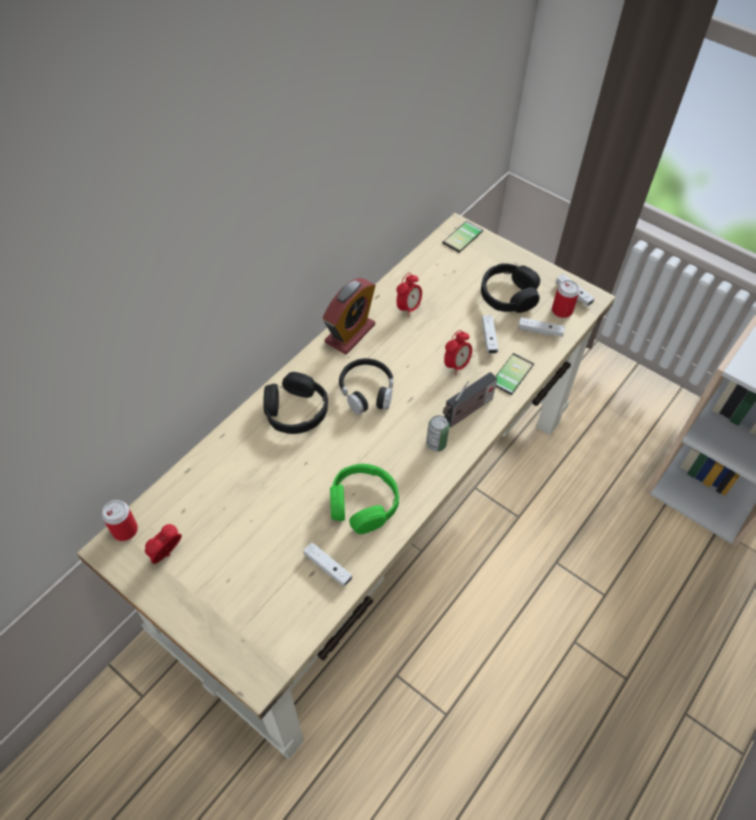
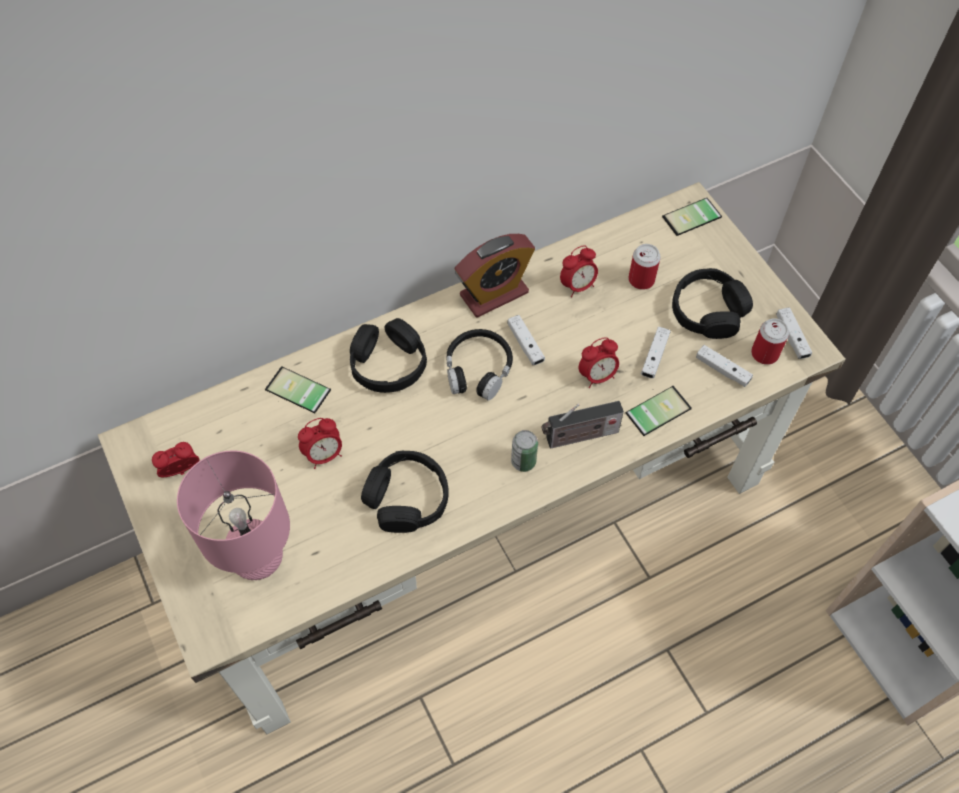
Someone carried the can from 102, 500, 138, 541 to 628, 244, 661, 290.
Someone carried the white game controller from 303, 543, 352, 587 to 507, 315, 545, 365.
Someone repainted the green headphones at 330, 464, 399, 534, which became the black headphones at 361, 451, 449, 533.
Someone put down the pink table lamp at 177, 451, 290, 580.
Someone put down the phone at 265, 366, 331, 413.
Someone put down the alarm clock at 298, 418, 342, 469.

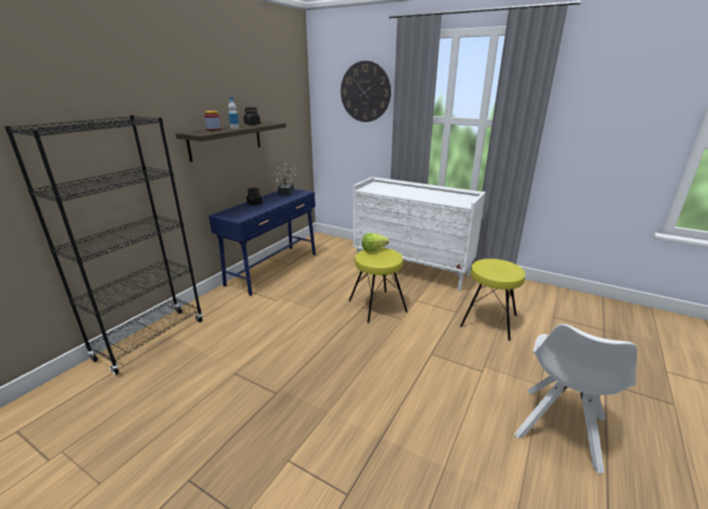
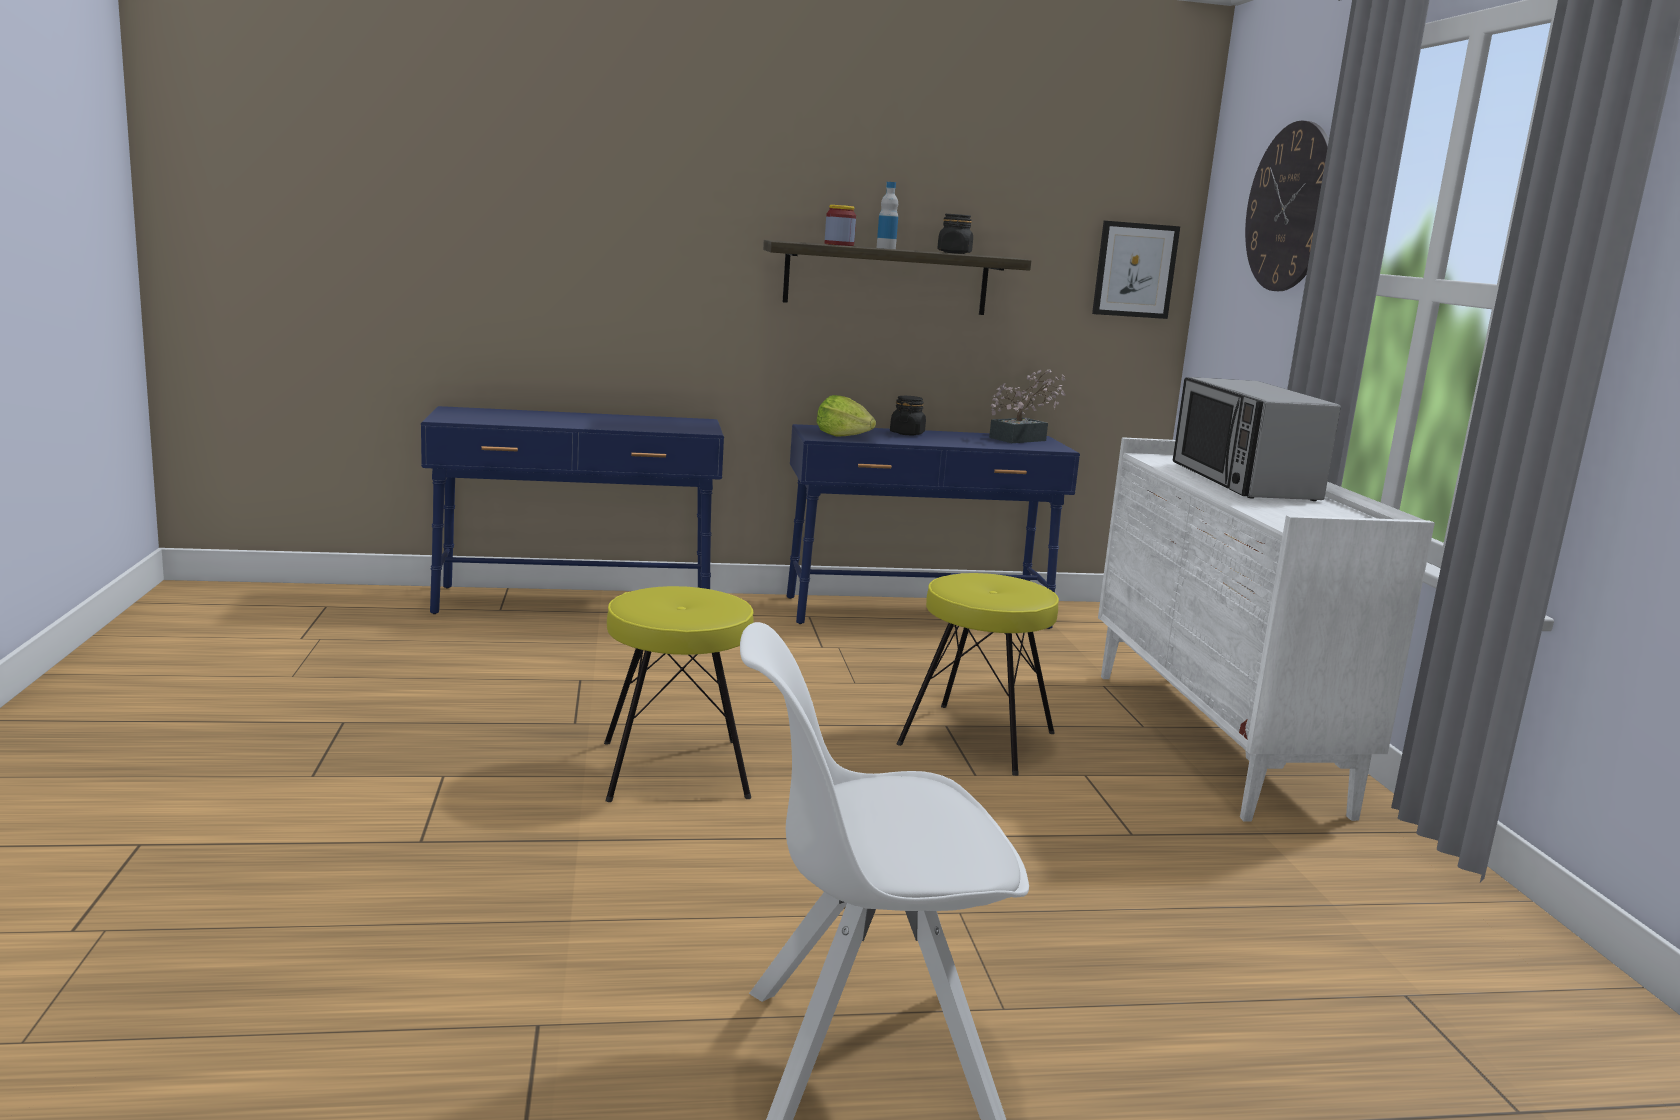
Someone swapped the black bookcase at 4, 115, 203, 375 for the blue console table at 421, 406, 724, 614.
Someone carried the lettuce from 362, 233, 389, 252 to 816, 395, 876, 437.
Someone carried the yellow stool from 460, 259, 525, 341 to 604, 586, 754, 802.
Someone put up the picture at 1092, 221, 1180, 319.
Someone put down the microwave at 1173, 377, 1341, 501.

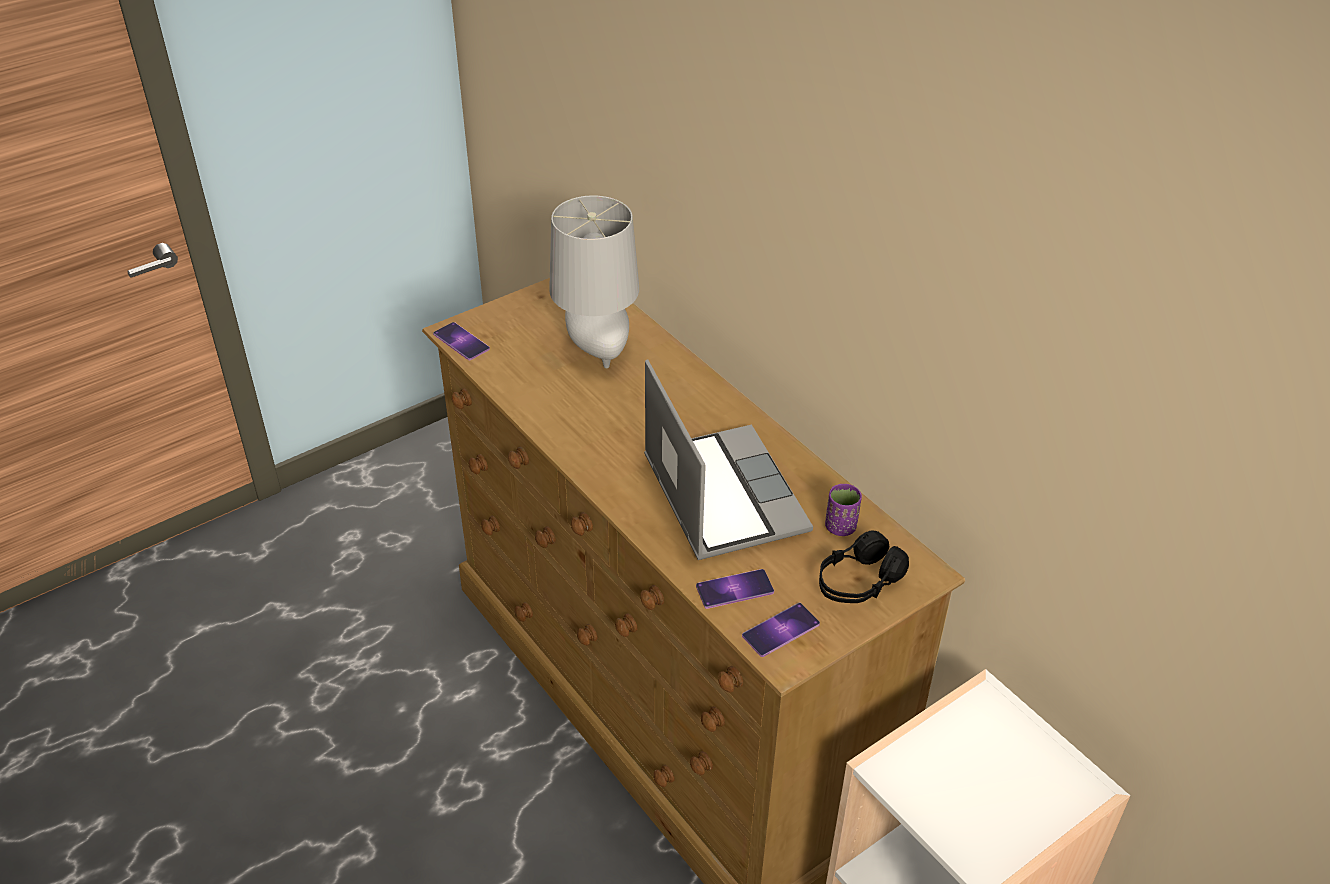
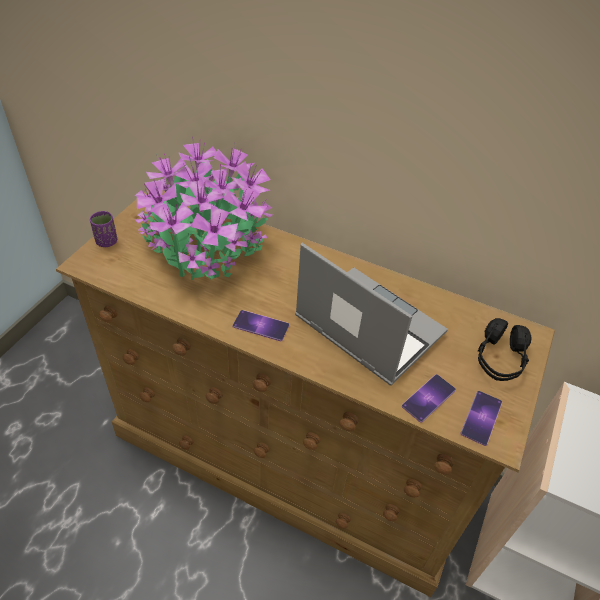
Someone carried the phone from 433, 322, 490, 360 to 233, 310, 289, 341.
Someone swapped the grey table lamp at 549, 195, 639, 368 for the potted plant at 135, 136, 273, 280.
Someone carried the purple cup from 825, 484, 862, 536 to 90, 211, 117, 247.

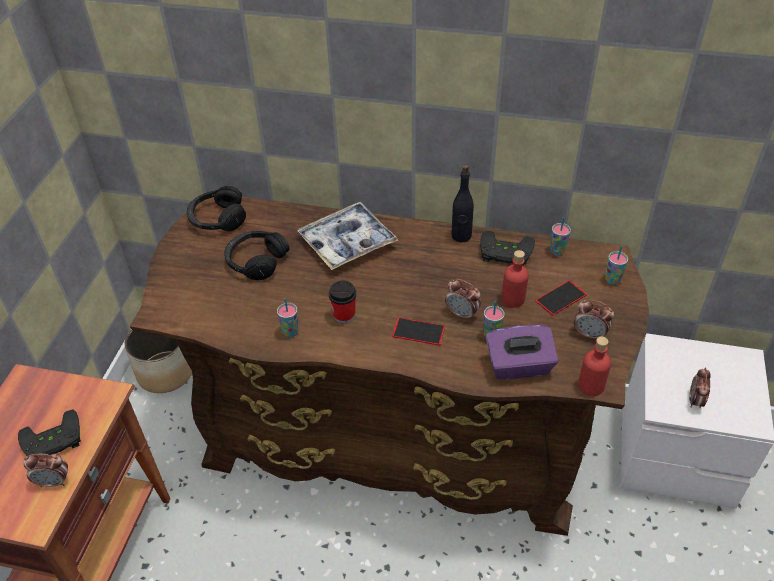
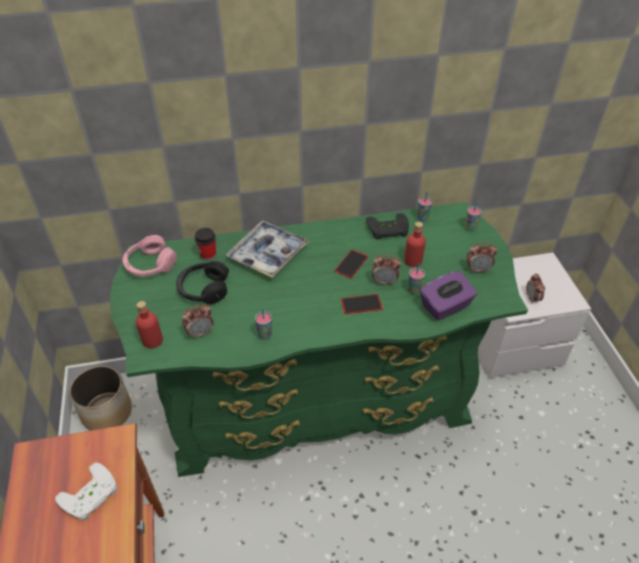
Someone repainted the black game controller at 18, 410, 81, 456, which became the white game controller at 55, 463, 118, 521.
Someone carried the alarm clock from 23, 454, 68, 487 to 182, 305, 213, 339.
Someone repainted the brown dresser at 130, 197, 649, 536, which became the green dresser at 110, 202, 528, 477.
Someone repainted the black headphones at 187, 186, 246, 231, which became the pink headphones at 122, 235, 177, 276.
Someone carried the cup from 329, 280, 357, 324 to 195, 228, 216, 261.
Someone took away the black bottle at 451, 164, 474, 242.
Someone carried the phone from 536, 280, 587, 316 to 334, 250, 368, 278.
Someone carried the red bottle from 578, 336, 611, 396 to 136, 301, 163, 349.

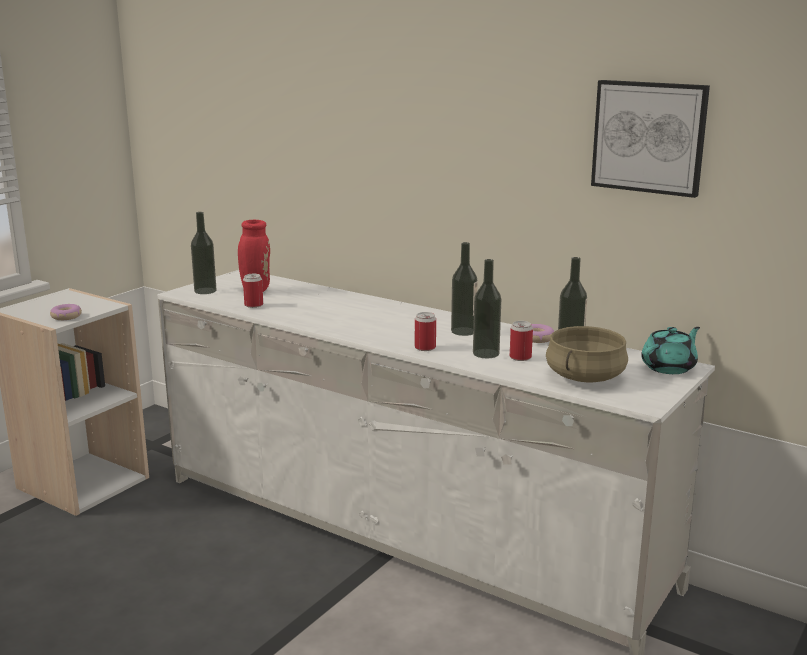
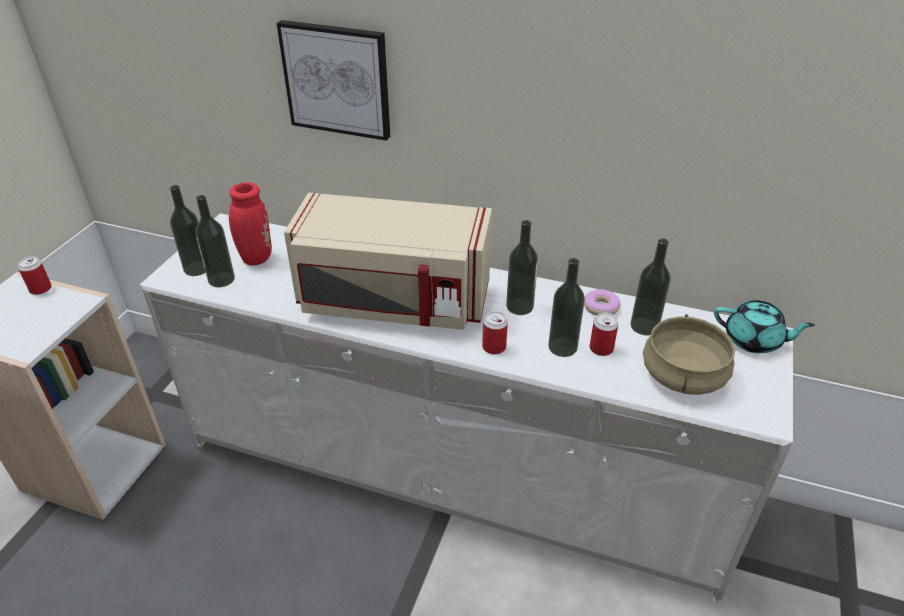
Someone took away the donut at 50, 304, 82, 320.
Someone carried the can from 243, 274, 263, 308 to 18, 256, 52, 295.
Someone carried the picture from 591, 80, 710, 198 to 277, 20, 390, 141.
Someone rotated the turquoise teapot at 641, 327, 700, 374 by 75 degrees clockwise.
Someone put down the bottle at 196, 195, 235, 287.
Someone put down the beige microwave at 284, 193, 492, 330.

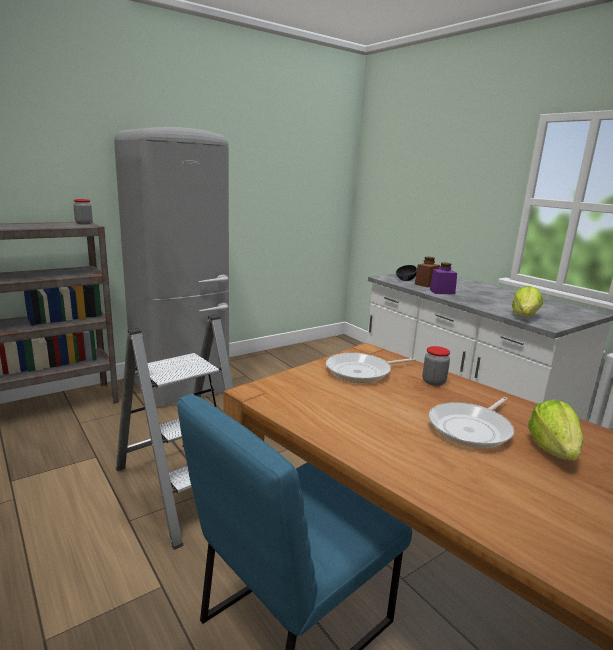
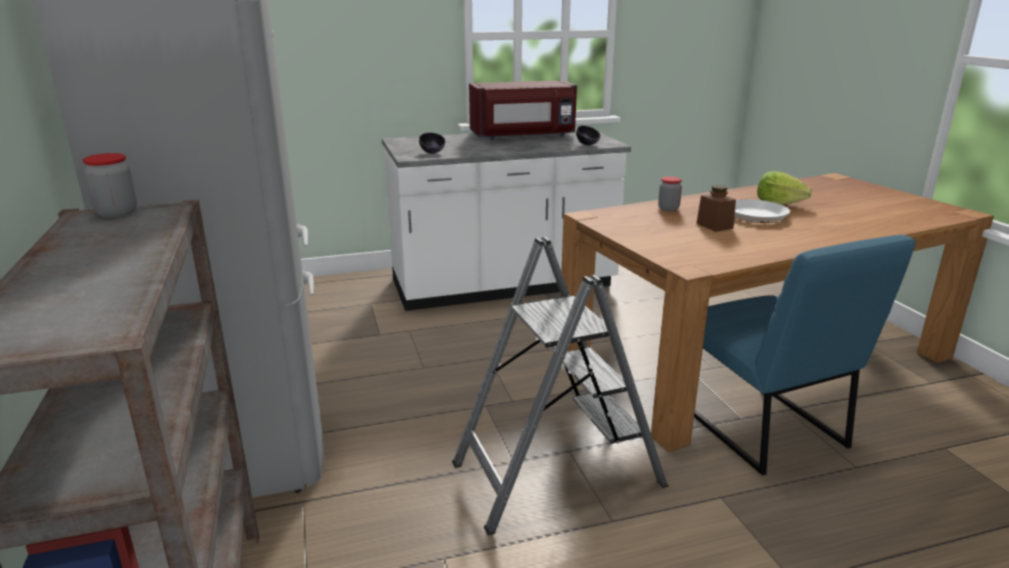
Someone took away the frying pan at 326, 353, 416, 383.
Someone carried the brown jar from 415, 257, 440, 287 to 696, 185, 736, 232.
Someone took away the purple jar at 430, 262, 457, 295.
Someone swapped the lettuce at 512, 286, 543, 317 for the black bowl at 576, 126, 601, 145.
Someone put down the red microwave at 469, 80, 577, 140.

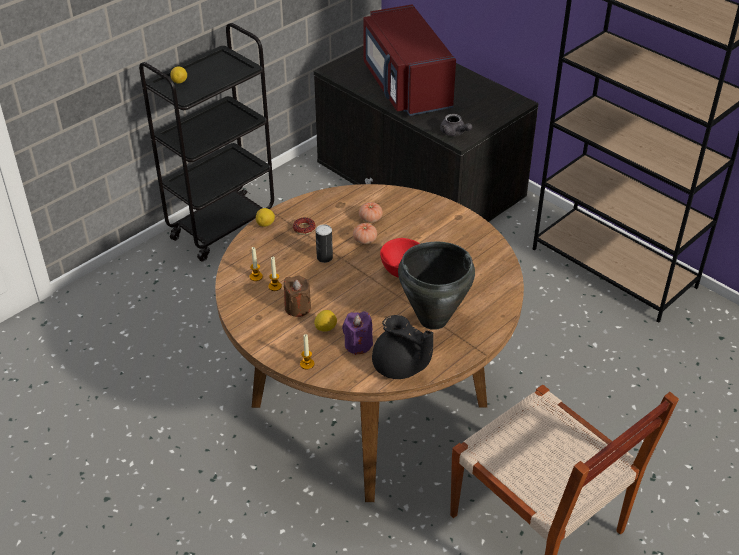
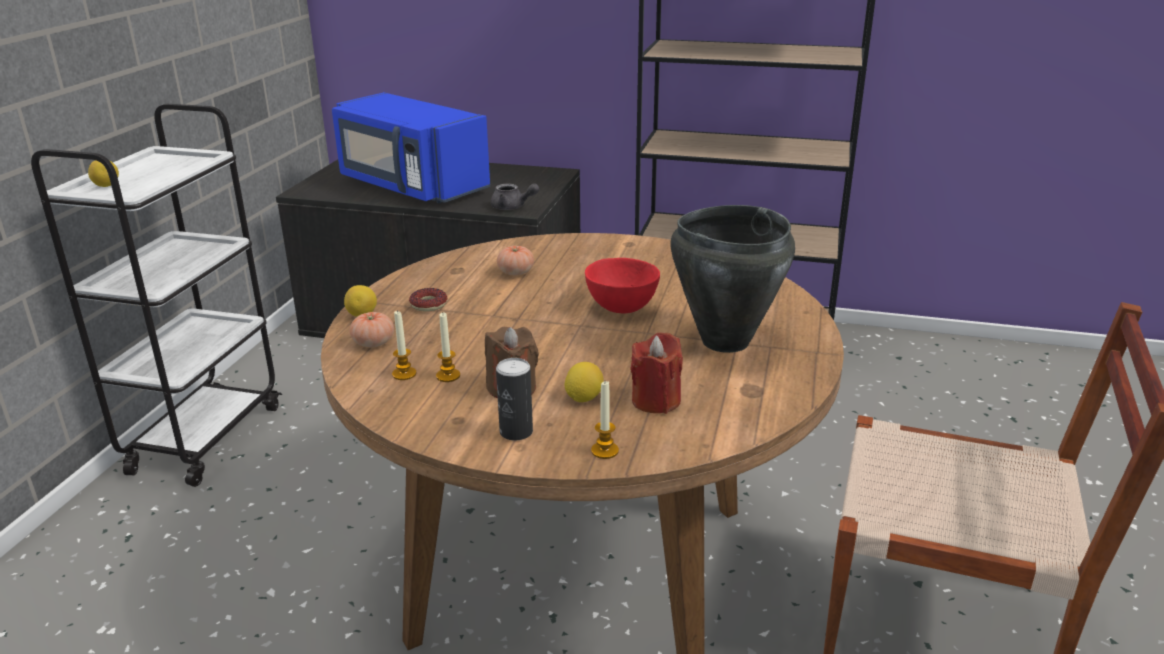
Someone repainted the black cart at 139, 23, 274, 261, which became the white cart at 31, 104, 282, 487.
Someone carried the can from 316, 224, 333, 263 to 496, 358, 533, 440.
Someone repainted the purple candle at 342, 311, 373, 355, which became the red candle at 630, 332, 683, 414.
Someone carried the tomato from 353, 223, 377, 244 to 350, 312, 394, 347.
Someone repainted the red microwave at 363, 4, 456, 116, which became the blue microwave at 332, 92, 490, 203.
Someone took away the black teapot at 372, 315, 433, 379.

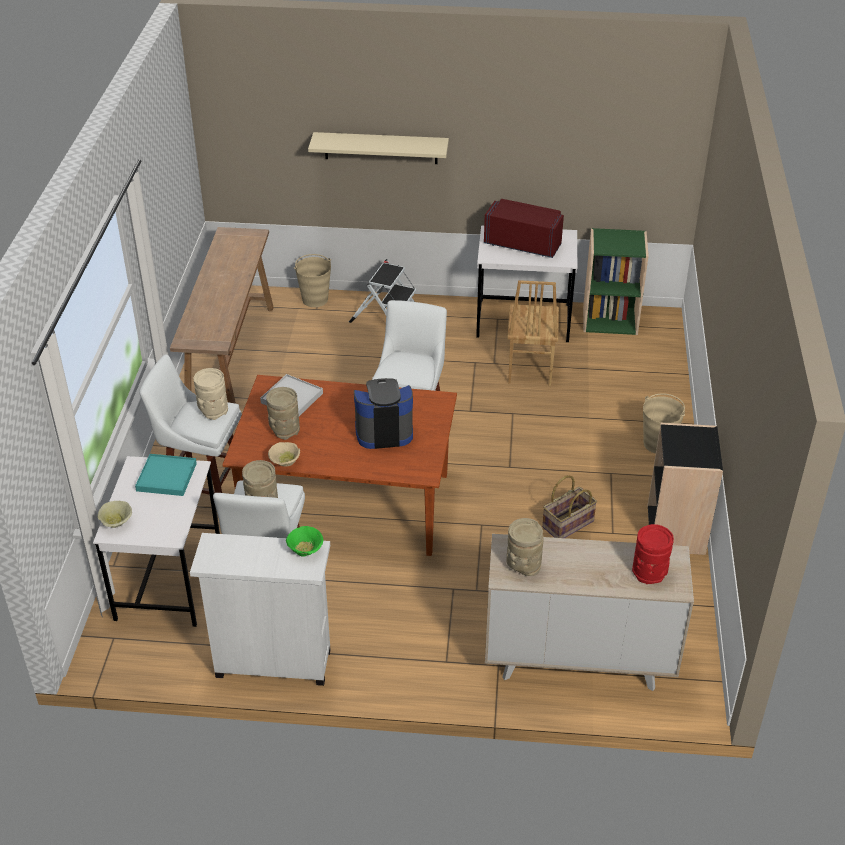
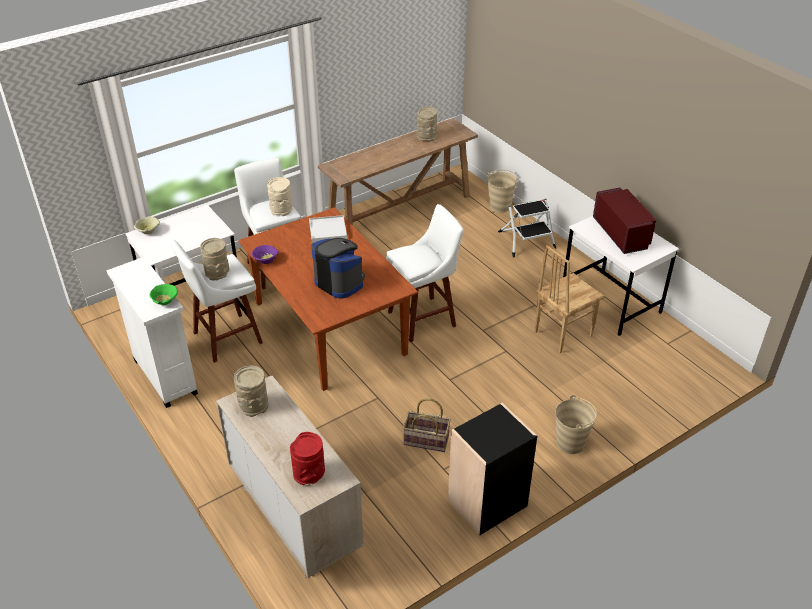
Someone took away the turquoise tray at 135, 454, 197, 496.
Someone carried the beige vase from 266, 387, 300, 440 to 417, 107, 437, 142.
Someone repainted the beige bowl at 268, 442, 300, 466, which became the purple bowl at 252, 245, 278, 264.
Someone took away the beige shelf at 308, 132, 449, 164.
Someone took away the green bookcase at 583, 228, 648, 335.

